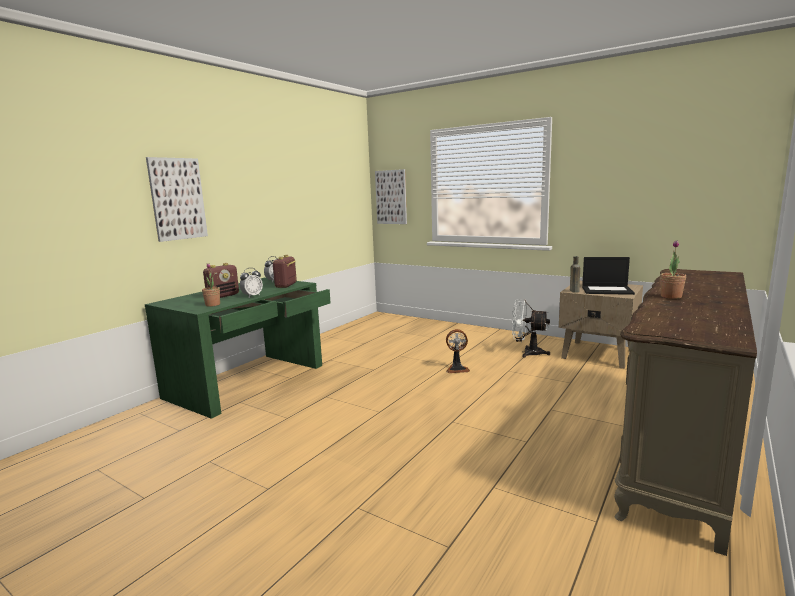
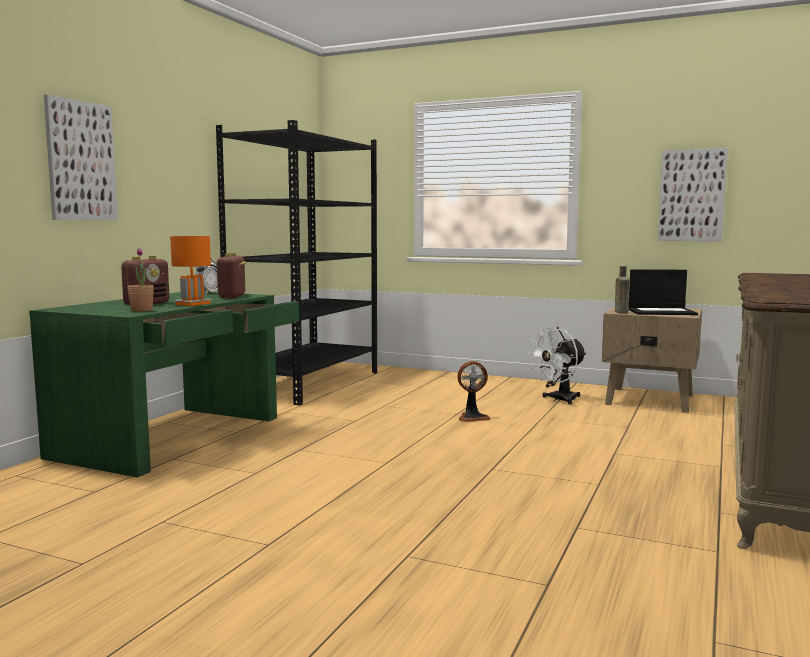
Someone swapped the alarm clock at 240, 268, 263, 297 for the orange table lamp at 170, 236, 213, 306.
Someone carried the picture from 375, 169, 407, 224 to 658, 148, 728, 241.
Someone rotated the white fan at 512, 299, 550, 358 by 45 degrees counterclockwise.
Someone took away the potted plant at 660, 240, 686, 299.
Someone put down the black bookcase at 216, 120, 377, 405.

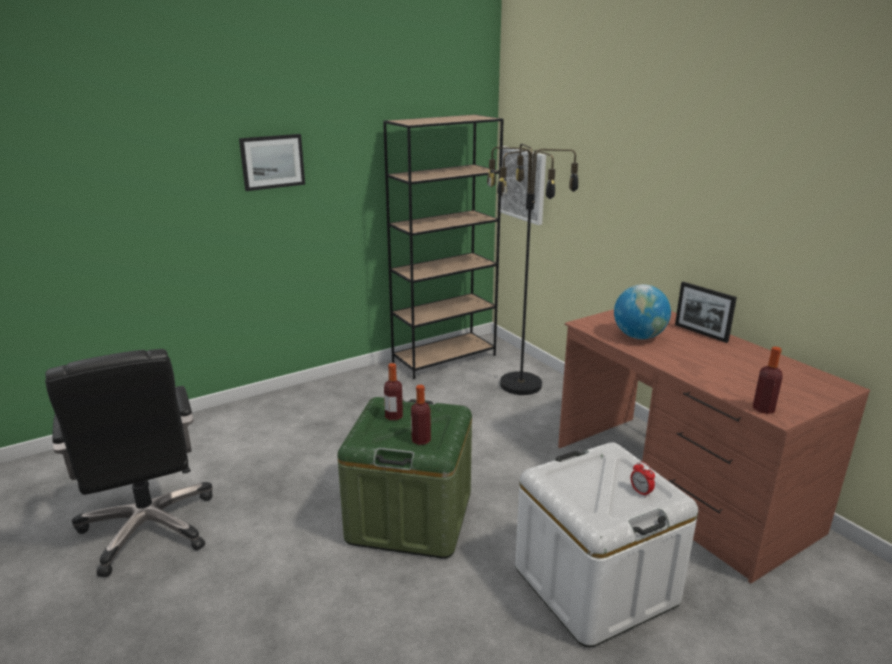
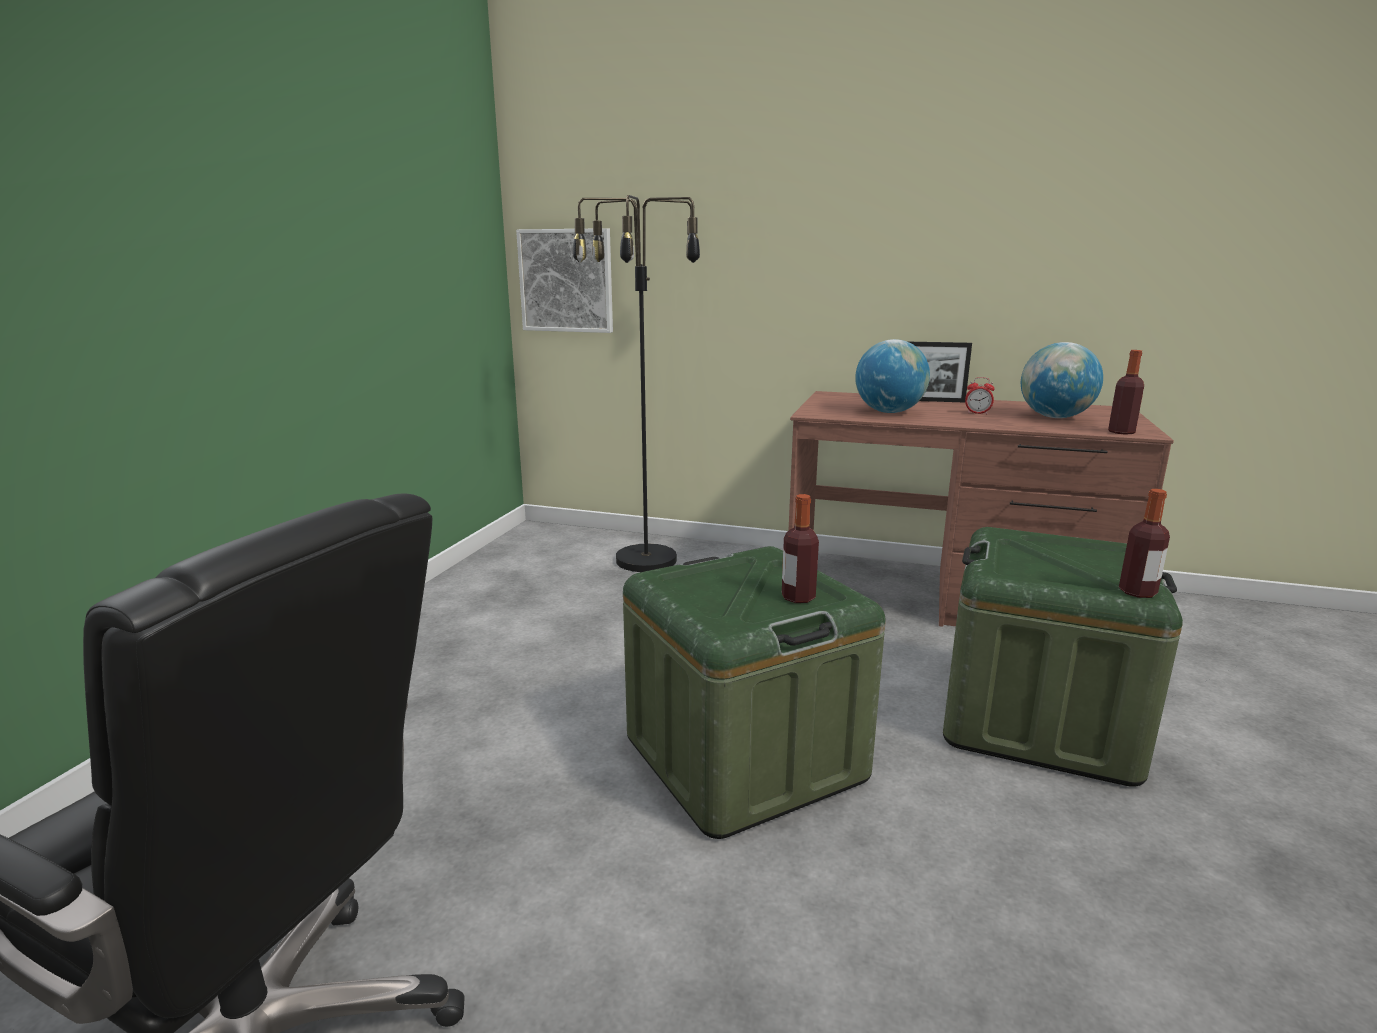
Someone took away the picture at 239, 134, 305, 191.
Someone took away the beige bookcase at 383, 114, 504, 379.
Someone carried the bottle from 384, 363, 403, 420 to 1119, 489, 1170, 598.
Someone repainted the white storage box at 515, 442, 698, 647, which became the green storage box at 943, 527, 1183, 787.
Someone carried the alarm clock from 631, 461, 655, 497 to 965, 377, 995, 414.
Someone put down the globe at 1021, 342, 1103, 418.

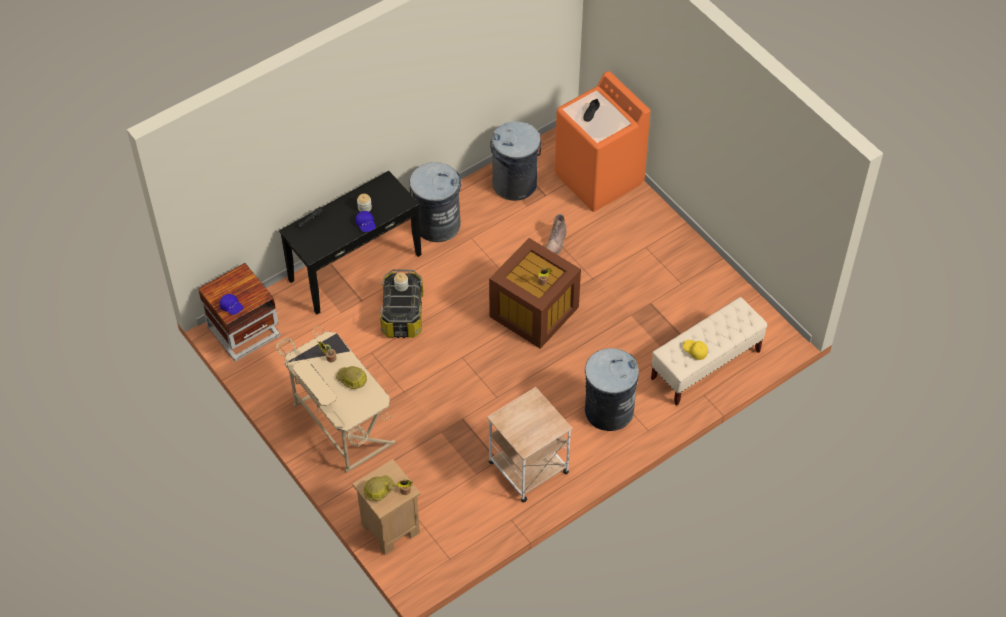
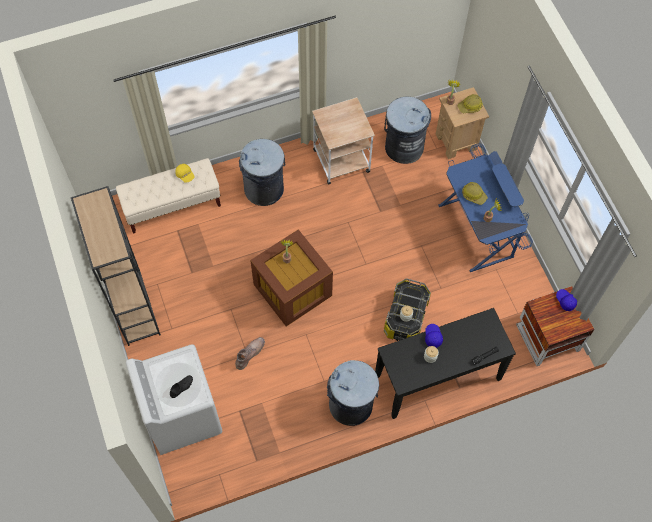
Someone repainted the beige desk at 276, 326, 395, 472, which became the blue desk at 438, 143, 533, 272.
Someone carried the grey trash can from 490, 121, 541, 201 to 384, 97, 431, 164.
Someone repainted the orange washing machine at 555, 71, 650, 212, which became the white washing machine at 126, 344, 222, 455.
Someone put down the bookcase at 71, 186, 161, 346.

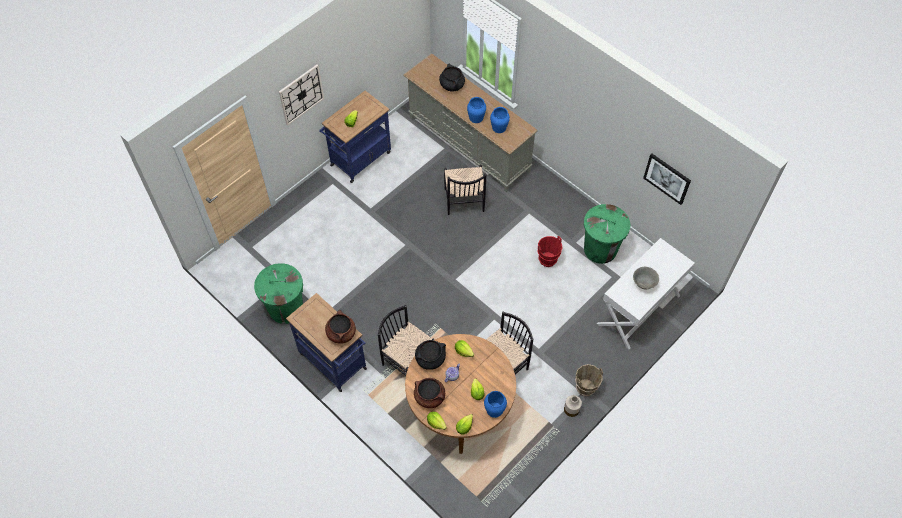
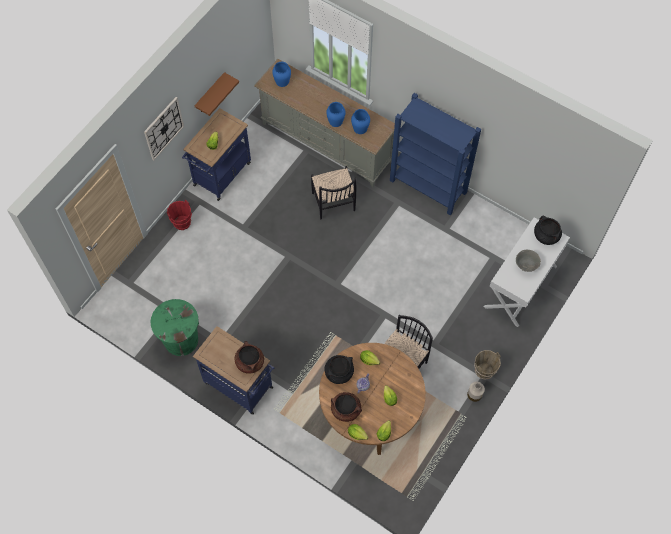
Someone took away the black chair at 378, 305, 434, 376.
Someone carried the black cooking pot from 439, 64, 465, 91 to 534, 216, 562, 245.
Someone carried the blue vase from 484, 391, 507, 418 to 272, 62, 291, 87.
Someone carried the red bucket from 538, 236, 563, 267 to 167, 200, 192, 230.
Someone took away the green trash can at 584, 204, 630, 264.
Someone took away the picture at 643, 153, 691, 205.
Someone put up the brown shelf at 194, 72, 239, 116.
Someone put down the blue bookcase at 390, 93, 481, 215.

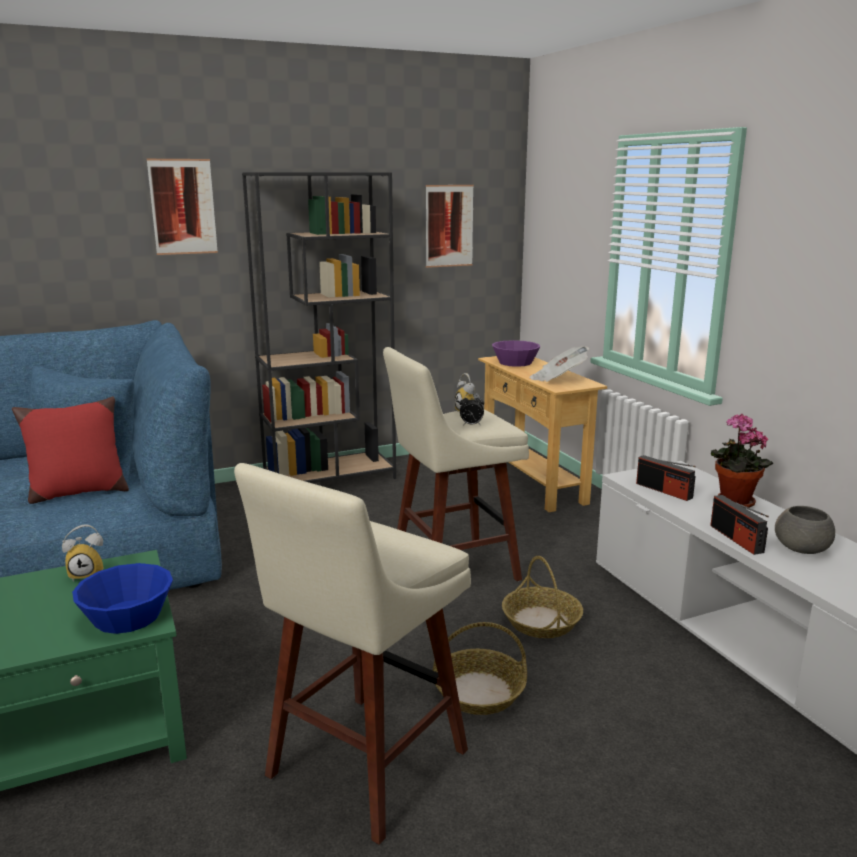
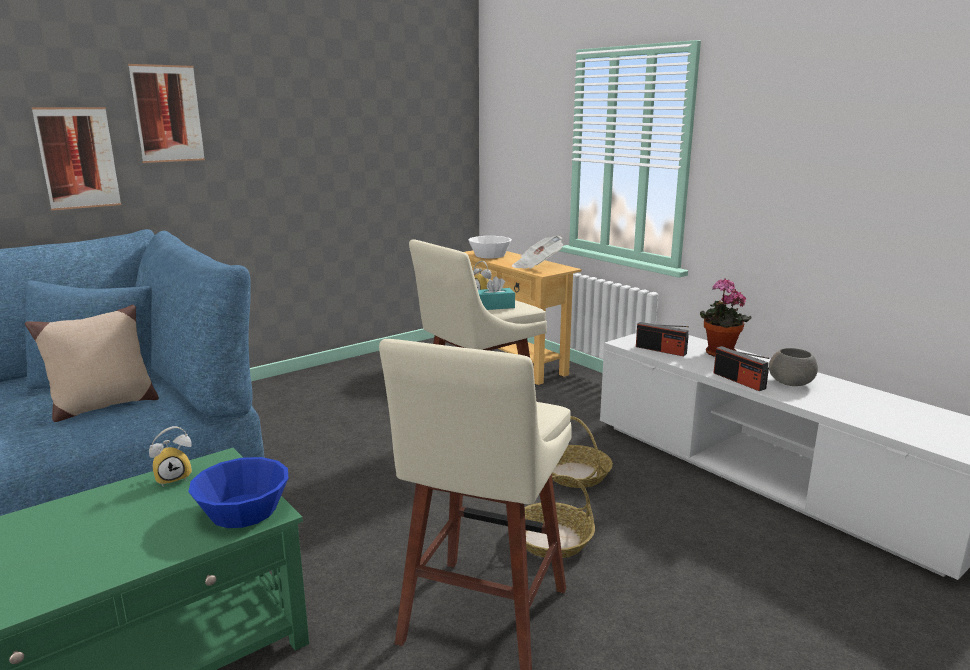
Someone repainted the red pillow at 12, 397, 129, 504, which became the beige pillow at 25, 304, 159, 422.
Someone took away the bookcase at 242, 172, 396, 483.
Someone carried the picture from 426, 185, 474, 268 to 32, 107, 121, 210.
Someone swapped the alarm clock at 459, 394, 484, 426 for the turquoise tissue box at 478, 276, 515, 310.
Someone repainted the purple bowl at 492, 340, 540, 367, which became the white bowl at 468, 236, 512, 258.

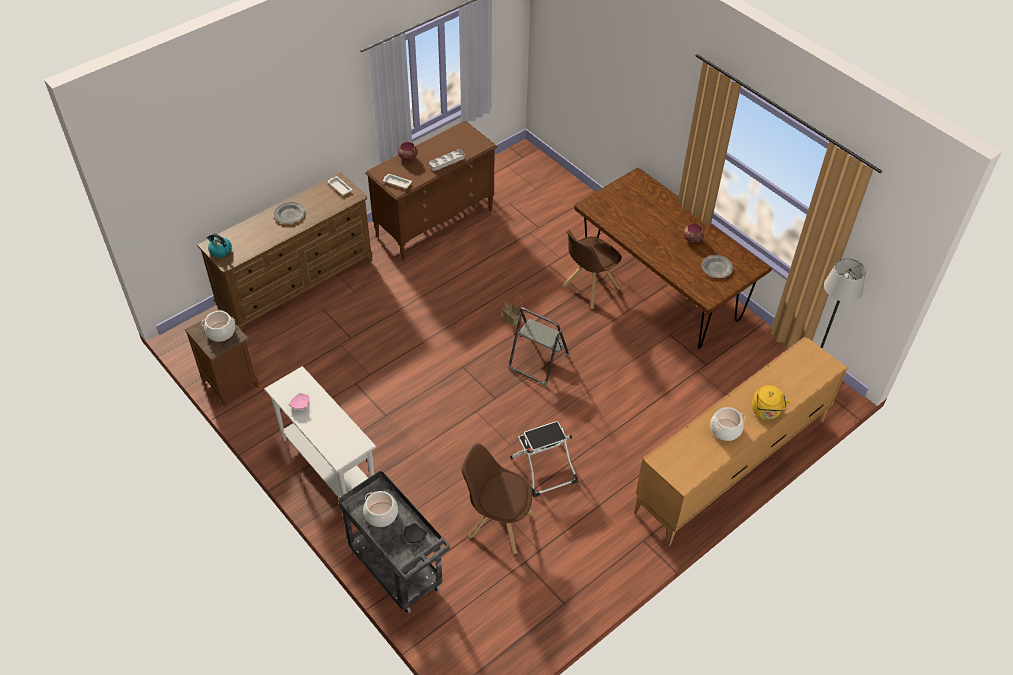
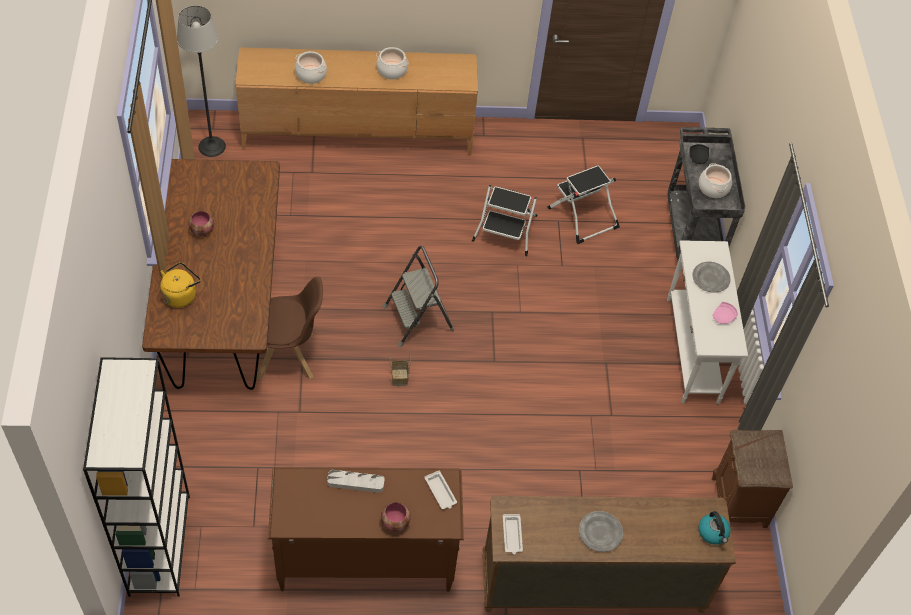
Someone carried the cooking pot from 201, 311, 235, 342 to 295, 51, 327, 84.
Someone swapped the brown chair at 462, 443, 534, 554 for the step ladder at 547, 166, 620, 244.
Someone carried the grey plate from 702, 255, 733, 278 to 693, 262, 731, 293.
Someone carried the yellow kettle from 752, 385, 791, 420 to 160, 262, 201, 308.
Someone put down the white bookcase at 83, 357, 190, 597.

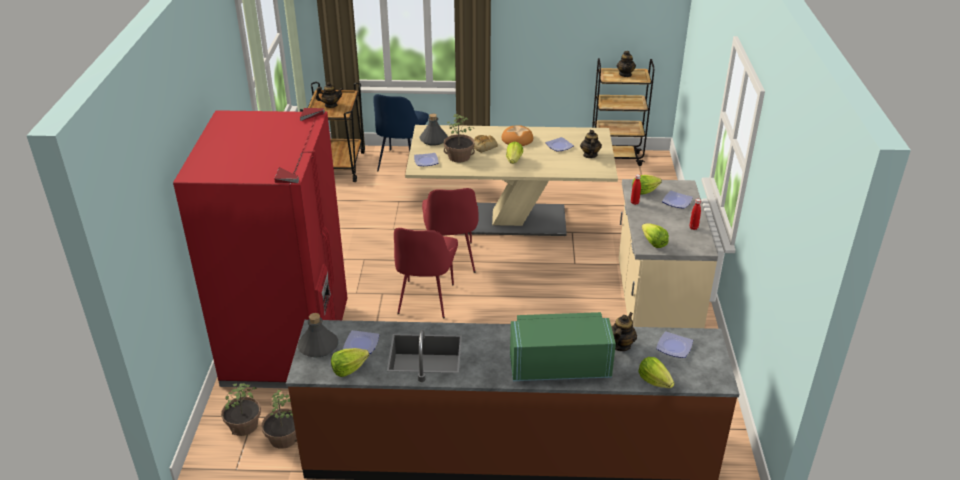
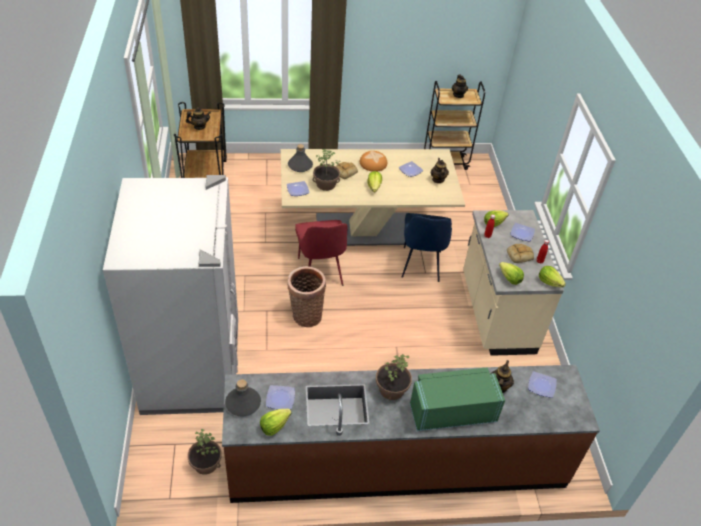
Someone repainted the red fridge at 173, 108, 347, 388, which became the white fridge at 103, 175, 238, 415.
Someone carried the potted plant from 221, 383, 261, 436 to 376, 354, 412, 400.
Someone carried the blue chair from 373, 94, 429, 171 to 402, 213, 452, 282.
Someone swapped the red chair at 394, 228, 458, 319 for the basket at 288, 266, 326, 327.
Someone carried the lettuce from 638, 357, 674, 388 to 539, 266, 566, 288.
Someone put down the bread at 507, 244, 534, 263.

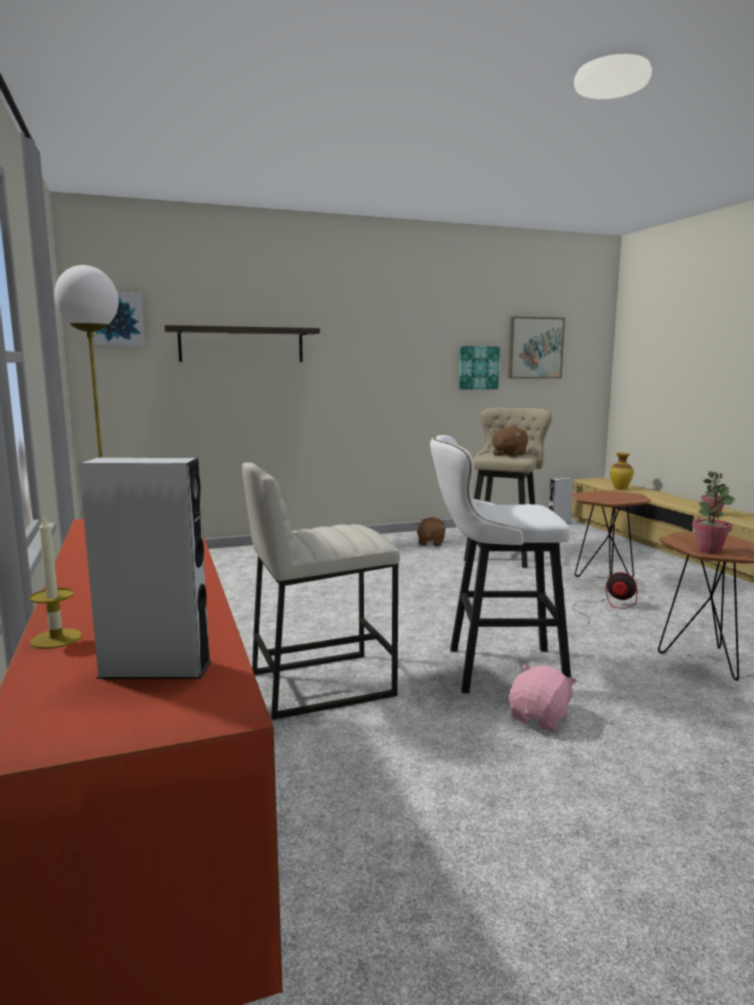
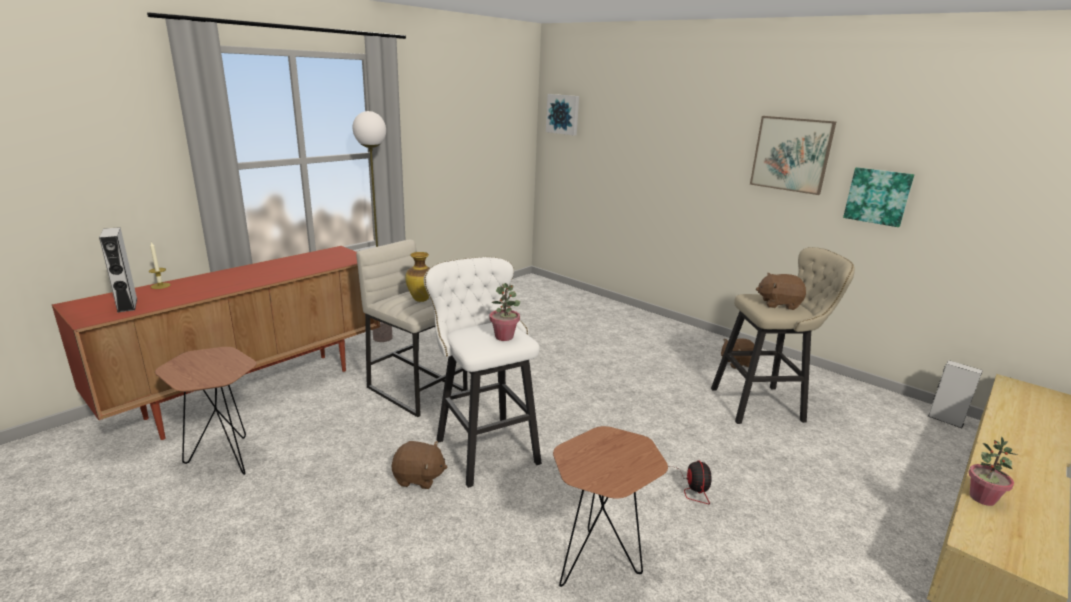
Someone took away the shelf at 164, 325, 320, 362.
Someone carried the picture from 508, 316, 565, 379 to 750, 116, 836, 195.
Someone repainted the pink plush toy at 509, 664, 577, 731, which became the brown plush toy at 392, 441, 447, 489.
Someone carried the brown side table from 572, 490, 651, 577 to 155, 347, 256, 475.
Someone carried the vase from 610, 453, 634, 490 to 405, 252, 430, 302.
Someone carried the potted plant from 692, 484, 735, 554 to 489, 283, 520, 341.

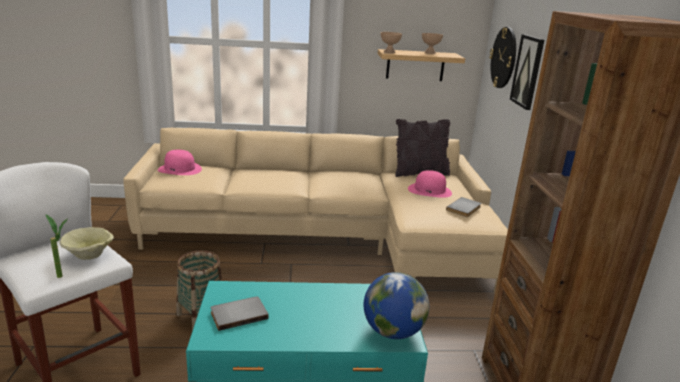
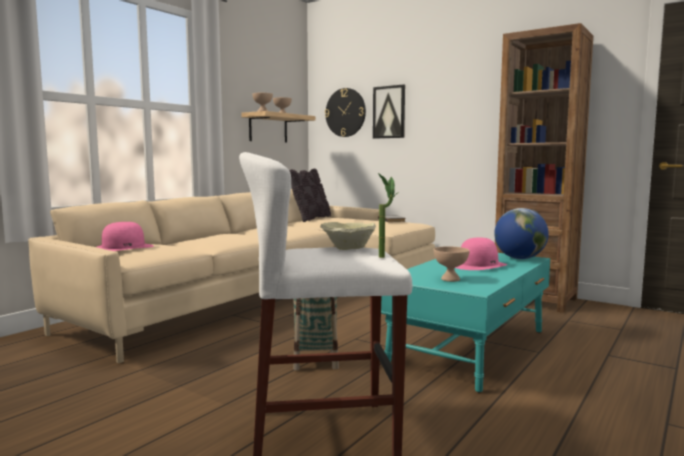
Someone swapped the grey book at 211, 296, 269, 331 for the beige bowl at 434, 246, 470, 282.
Someone carried the pink hat from 408, 170, 452, 198 to 455, 237, 508, 270.

